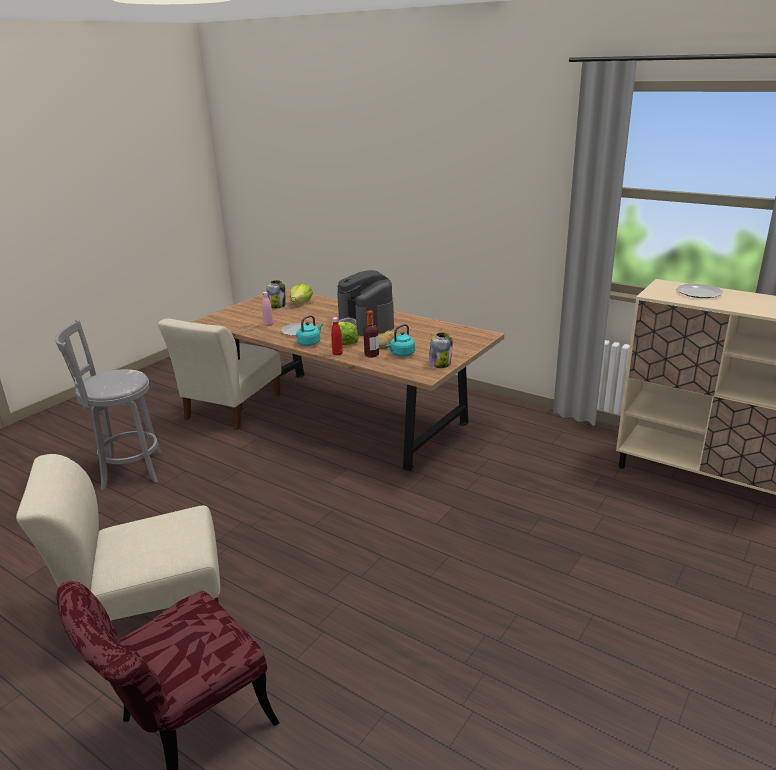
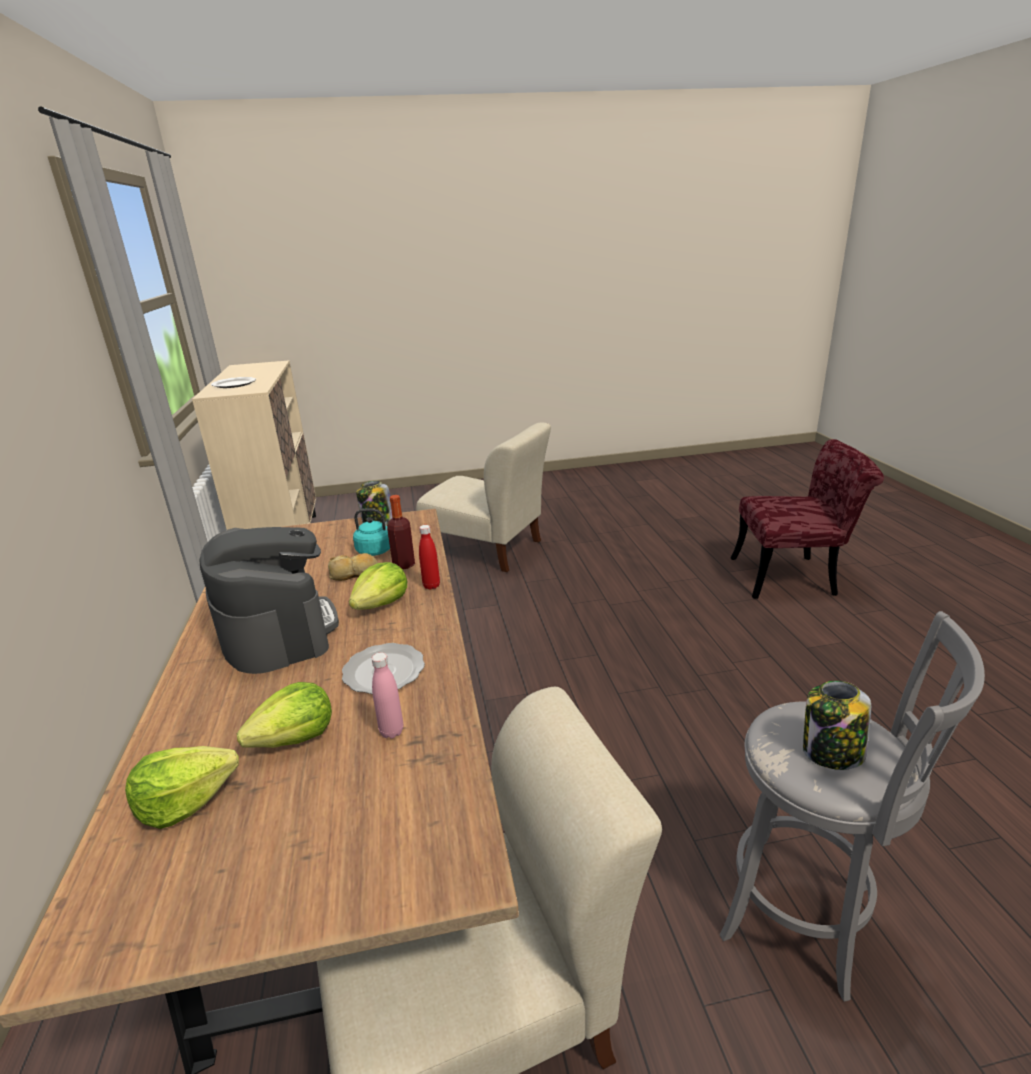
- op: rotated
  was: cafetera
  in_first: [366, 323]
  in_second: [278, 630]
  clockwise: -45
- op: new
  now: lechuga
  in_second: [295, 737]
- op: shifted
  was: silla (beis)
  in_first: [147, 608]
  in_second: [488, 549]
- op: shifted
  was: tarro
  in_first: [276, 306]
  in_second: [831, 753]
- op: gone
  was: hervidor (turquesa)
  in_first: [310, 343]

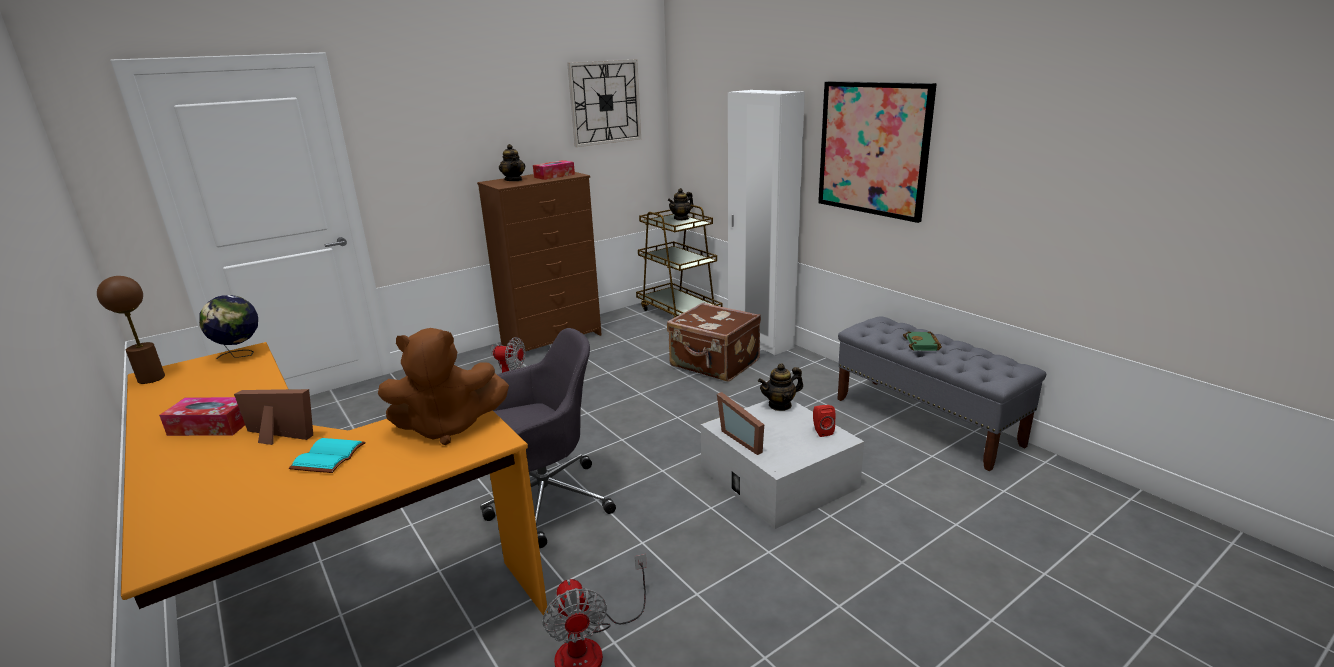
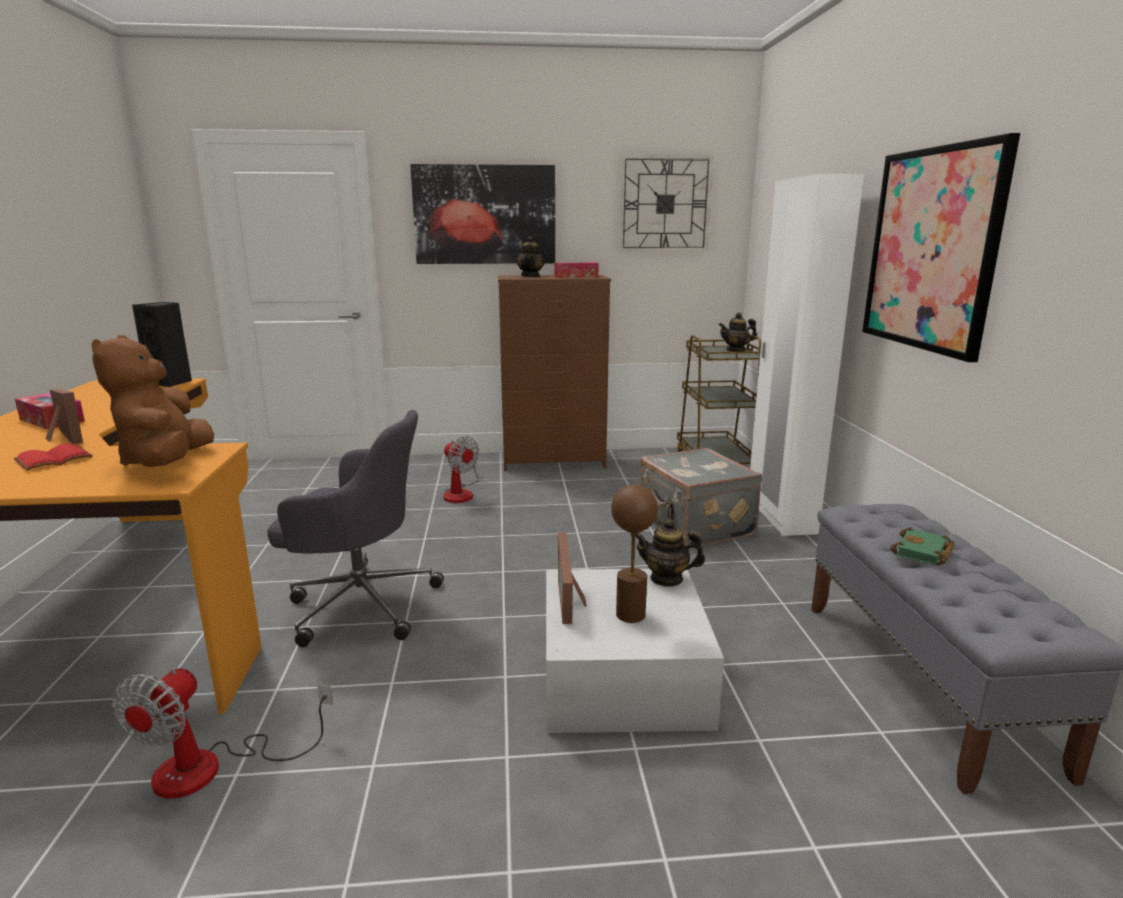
- op: repainted
  was: libro (turquesa)
  now: libro (rojo)
  in_first: [328, 456]
  in_second: [54, 459]
- op: rotated
  was: peluche (marrón)
  in_first: [447, 427]
  in_second: [167, 463]
  clockwise: 60
- op: swapped
  was: globo terráqueo
  now: altavoz (negro)
  in_first: [240, 355]
  in_second: [171, 383]
- op: new
  now: cuadro
  in_second: [485, 215]
- op: shifted
  was: lámpara de mesa (marrón)
  in_first: [151, 378]
  in_second: [630, 615]
- op: repainted
  was: maleta (marrón)
  now: maleta (gris)
  in_first: [714, 364]
  in_second: [694, 526]
- op: gone
  was: altavoz (rojo)
  in_first: [821, 431]

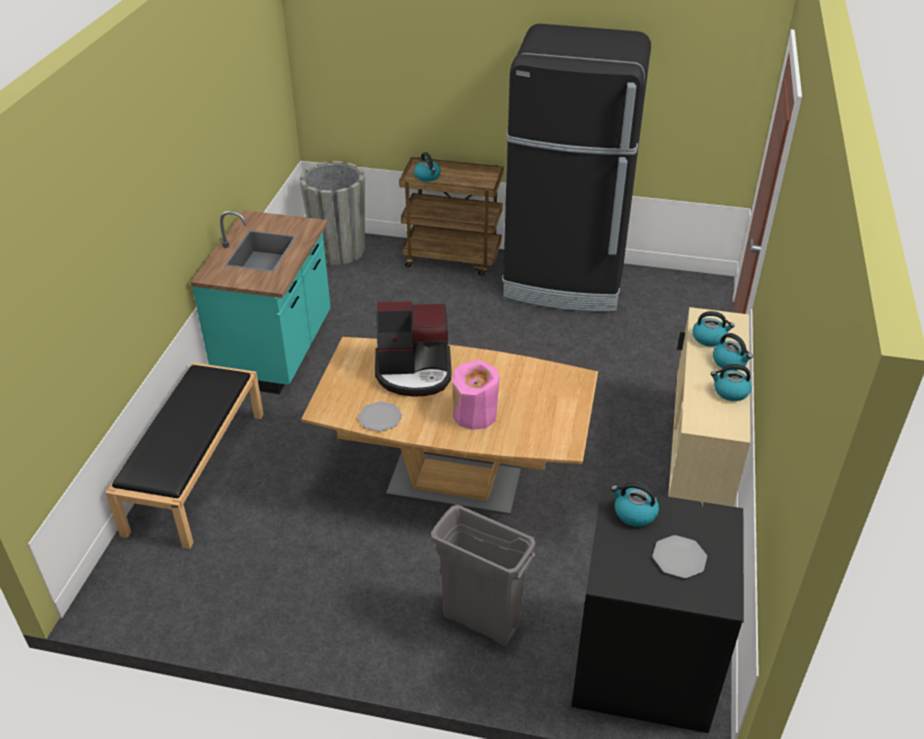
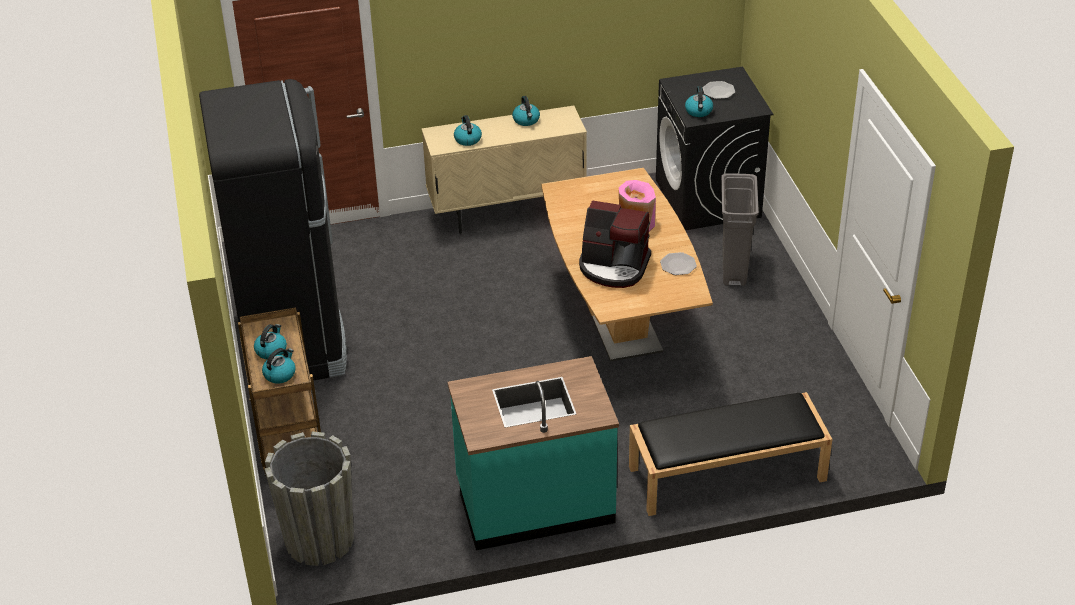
- op: shifted
  was: hervidor
  in_first: [730, 362]
  in_second: [271, 350]
- op: rotated
  was: cafetera
  in_first: [414, 372]
  in_second: [614, 267]
  clockwise: 135

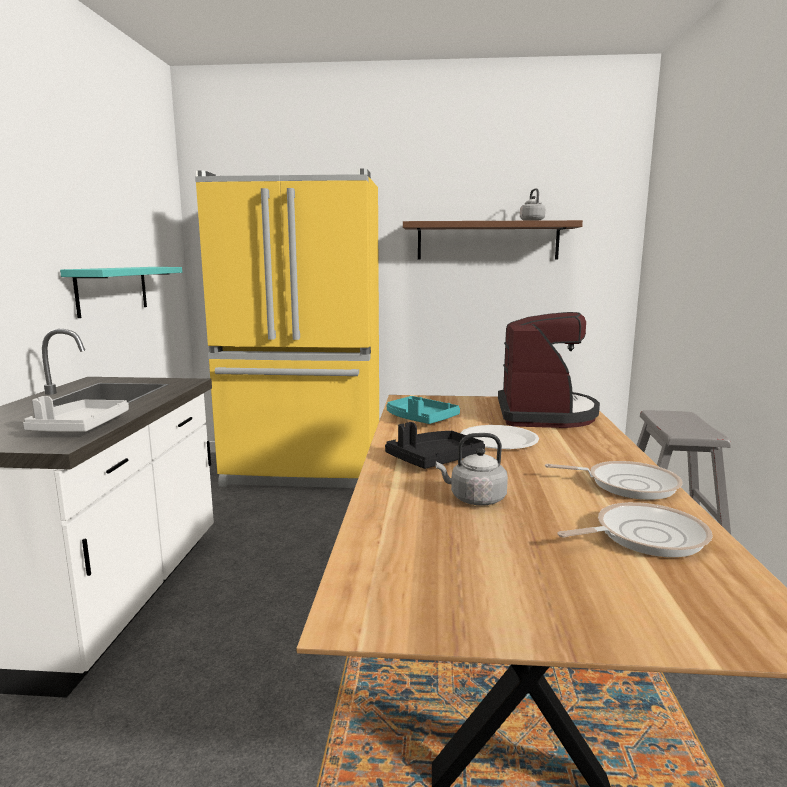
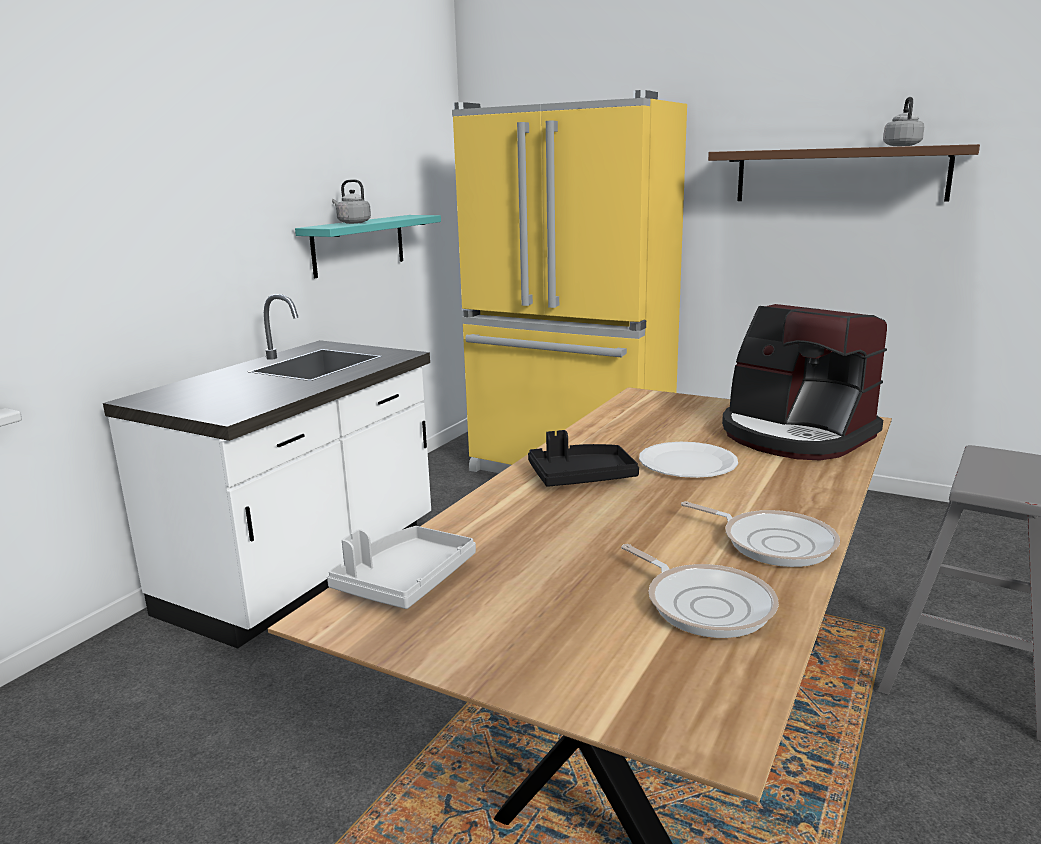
- op: shifted
  was: bandeja (gris)
  in_first: [80, 427]
  in_second: [404, 581]
- op: shifted
  was: hervidor (gris)
  in_first: [474, 499]
  in_second: [352, 223]
- op: rotated
  was: sartén
  in_first: [644, 536]
  in_second: [705, 604]
  clockwise: 45
- op: rotated
  was: cafetera
  in_first: [544, 414]
  in_second: [795, 435]
  clockwise: 105
- op: gone
  was: bandeja (turquesa)
  in_first: [420, 419]

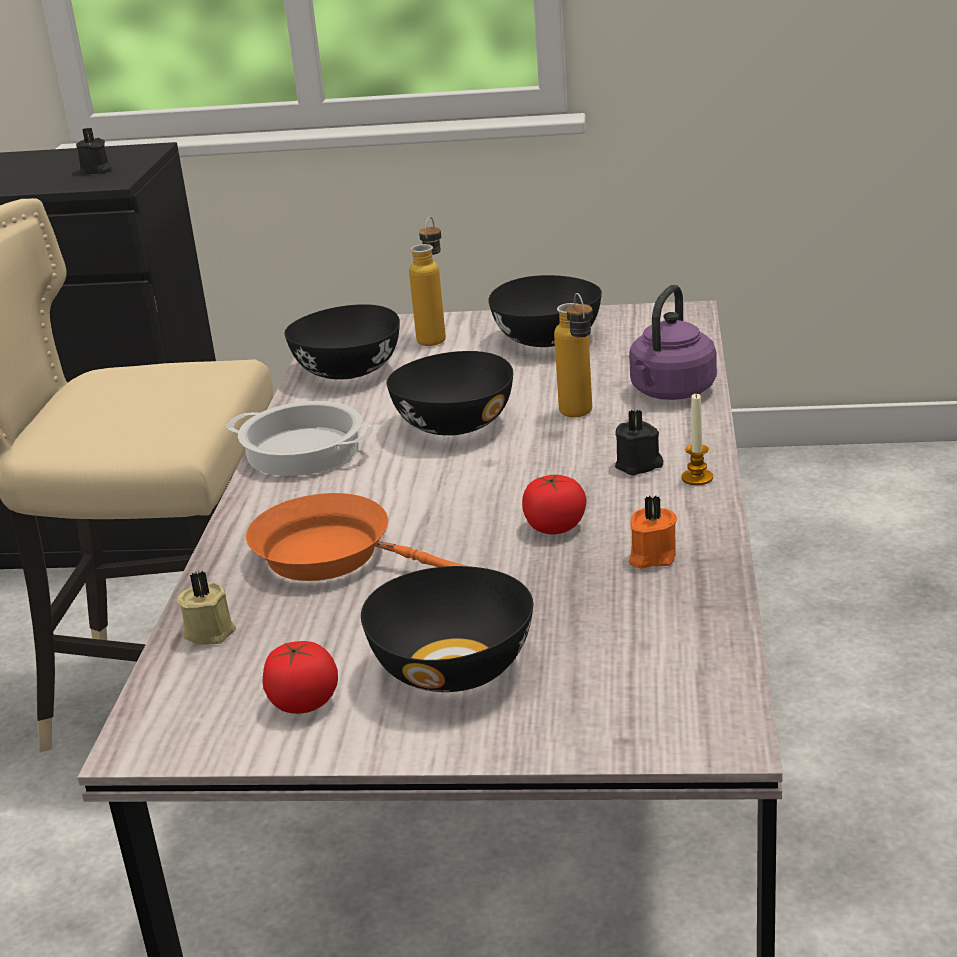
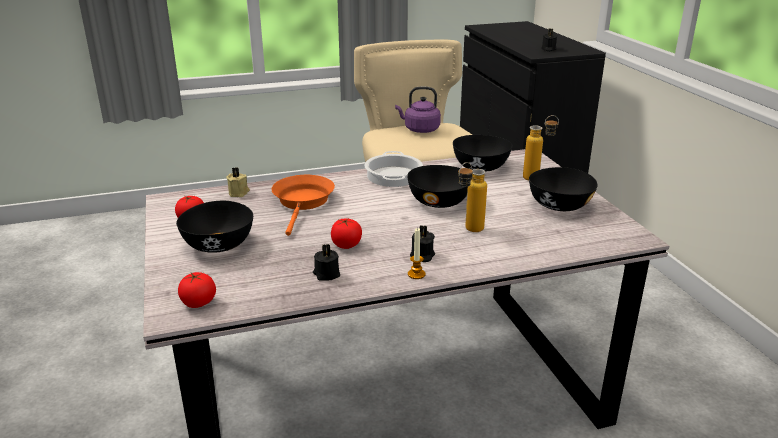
- op: new
  now: tomate
  in_second: [198, 303]
- op: repainted
  was: vela (naranja)
  now: vela (negro)
  in_first: [651, 557]
  in_second: [326, 274]
- op: shifted
  was: hervidor (morado)
  in_first: [671, 392]
  in_second: [420, 129]

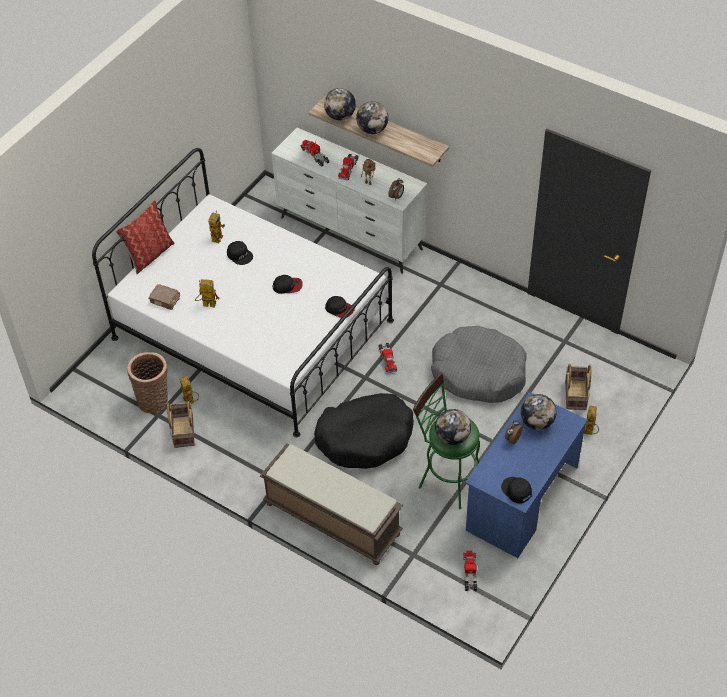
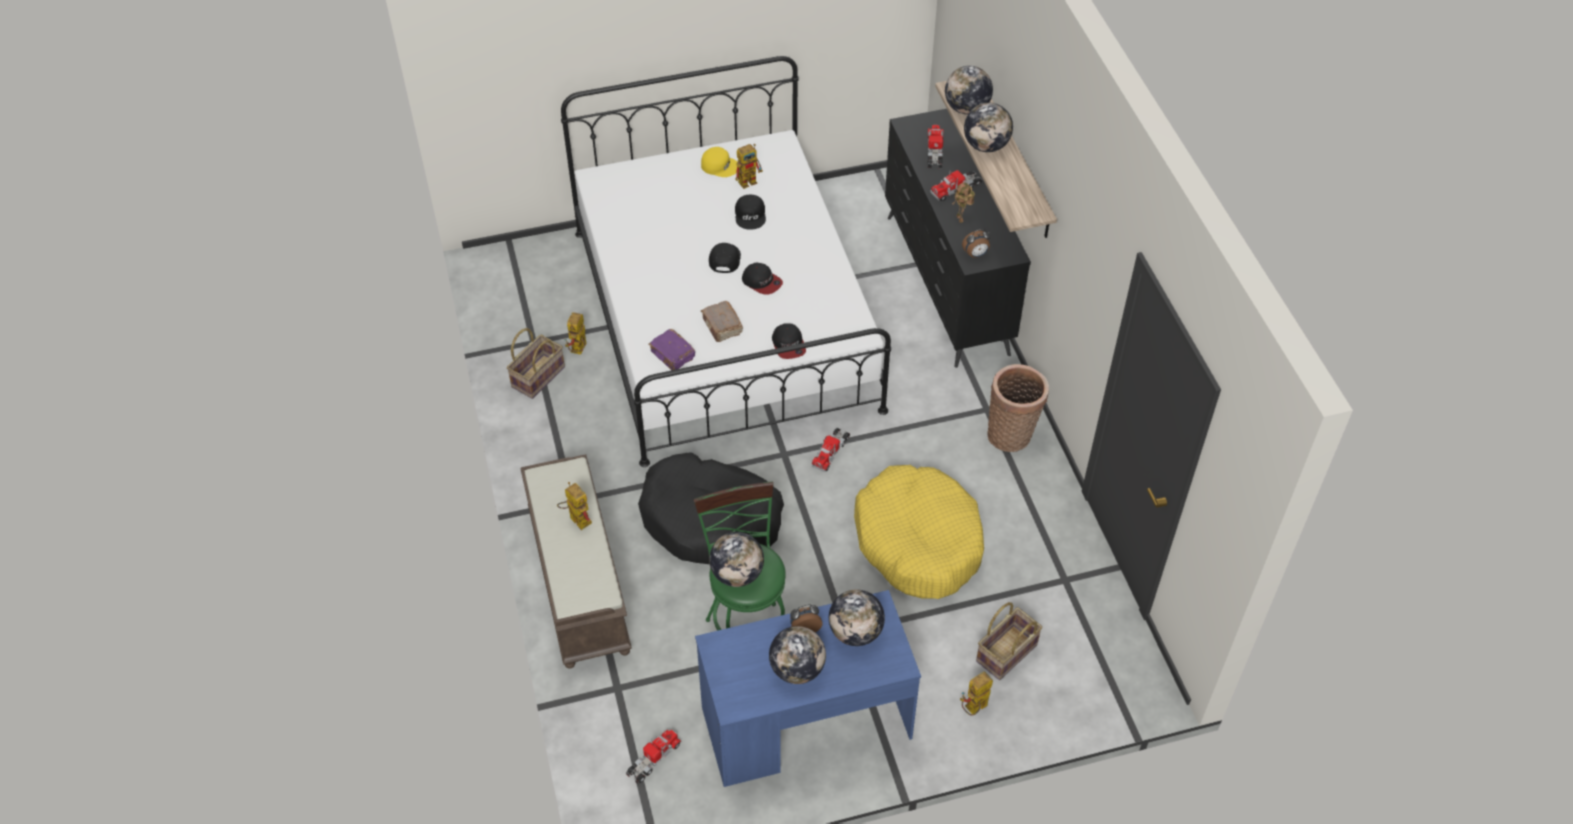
- op: shifted
  was: robot de juguete
  in_first: [206, 304]
  in_second: [576, 519]
- op: new
  now: libro (morado)
  in_second: [672, 355]
- op: new
  now: gorra (amarillo)
  in_second: [720, 165]
- op: shifted
  was: libro (marrón)
  in_first: [165, 300]
  in_second: [722, 327]
- op: shifted
  was: gorra (negro)
  in_first: [516, 490]
  in_second: [724, 259]
- op: new
  now: globo terráqueo
  in_second: [797, 669]
- op: repainted
  was: cama para perro (gris)
  now: cama para perro (amarillo)
  in_first: [478, 372]
  in_second: [918, 541]
- op: repainted
  was: cómoda (blanco)
  now: cómoda (negro)
  in_first: [351, 234]
  in_second: [946, 285]
- op: shifted
  was: cesta
  in_first: [154, 399]
  in_second: [1012, 434]
- op: gone
  was: cojín
  in_first: [149, 254]

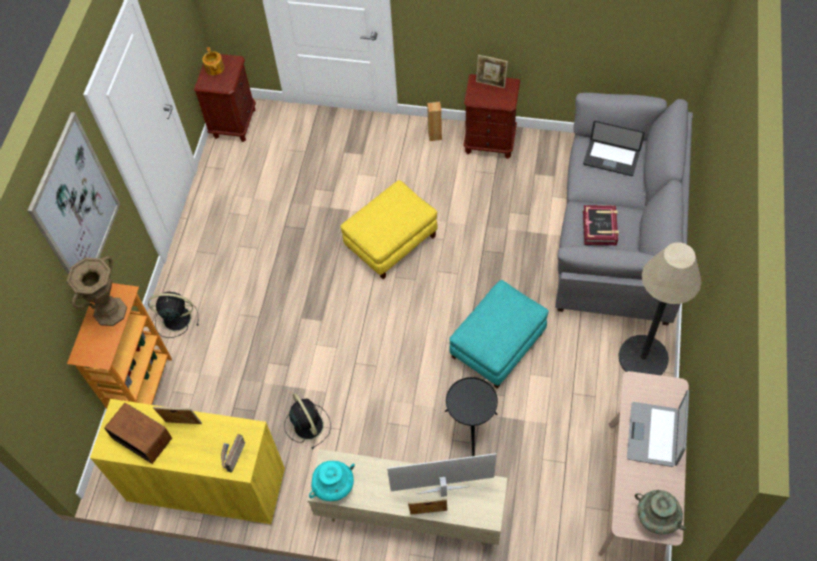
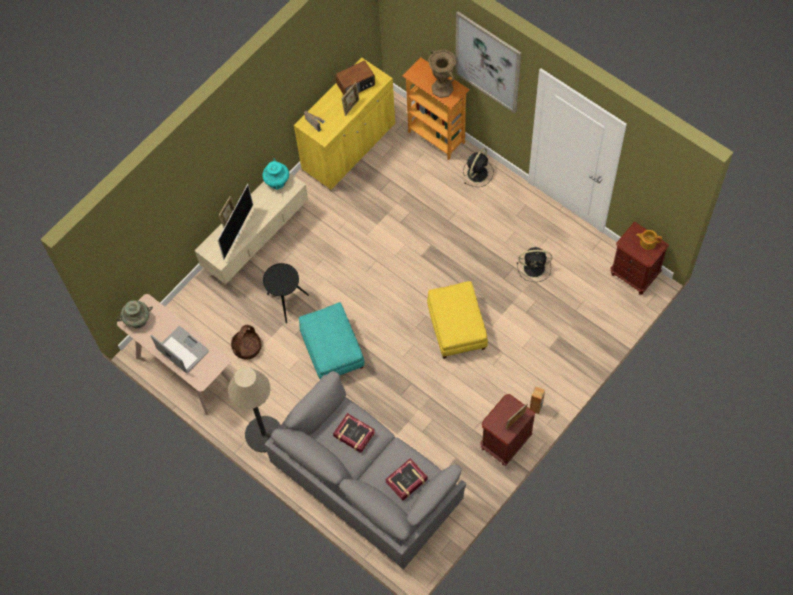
- op: new
  now: cesta
  in_second: [247, 347]
- op: swapped
  was: portátil
  now: libro
  in_first: [611, 159]
  in_second: [406, 481]
- op: shifted
  was: ventilador (negro)
  in_first: [307, 424]
  in_second: [535, 268]

